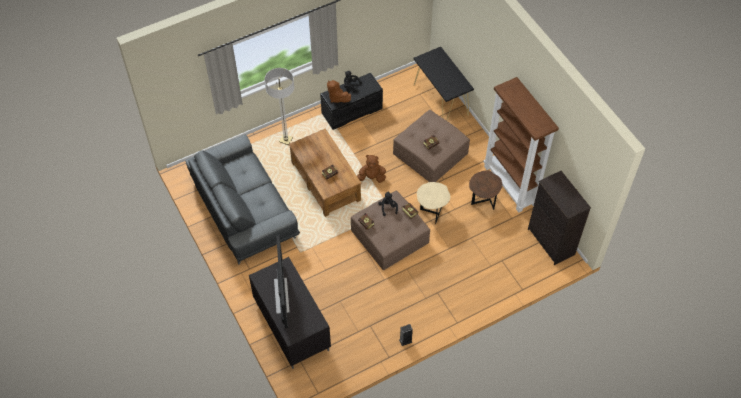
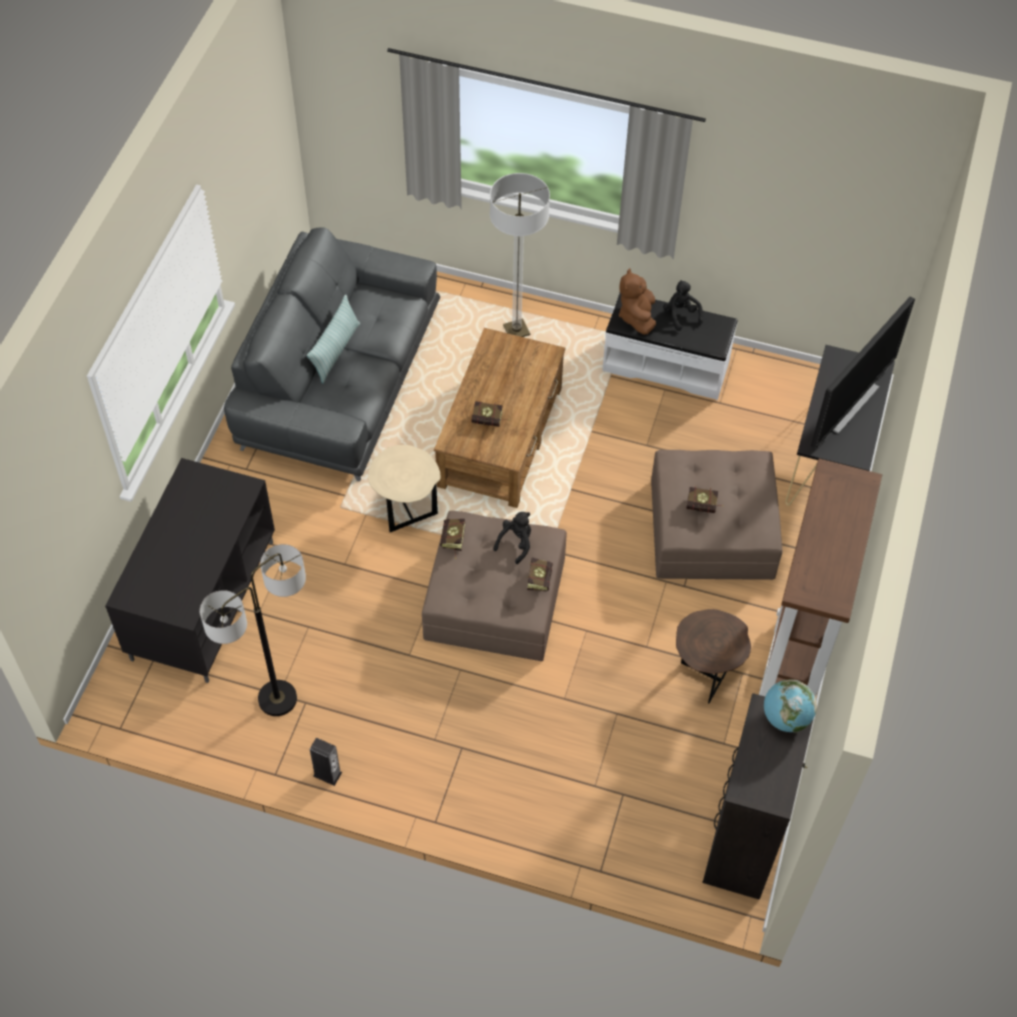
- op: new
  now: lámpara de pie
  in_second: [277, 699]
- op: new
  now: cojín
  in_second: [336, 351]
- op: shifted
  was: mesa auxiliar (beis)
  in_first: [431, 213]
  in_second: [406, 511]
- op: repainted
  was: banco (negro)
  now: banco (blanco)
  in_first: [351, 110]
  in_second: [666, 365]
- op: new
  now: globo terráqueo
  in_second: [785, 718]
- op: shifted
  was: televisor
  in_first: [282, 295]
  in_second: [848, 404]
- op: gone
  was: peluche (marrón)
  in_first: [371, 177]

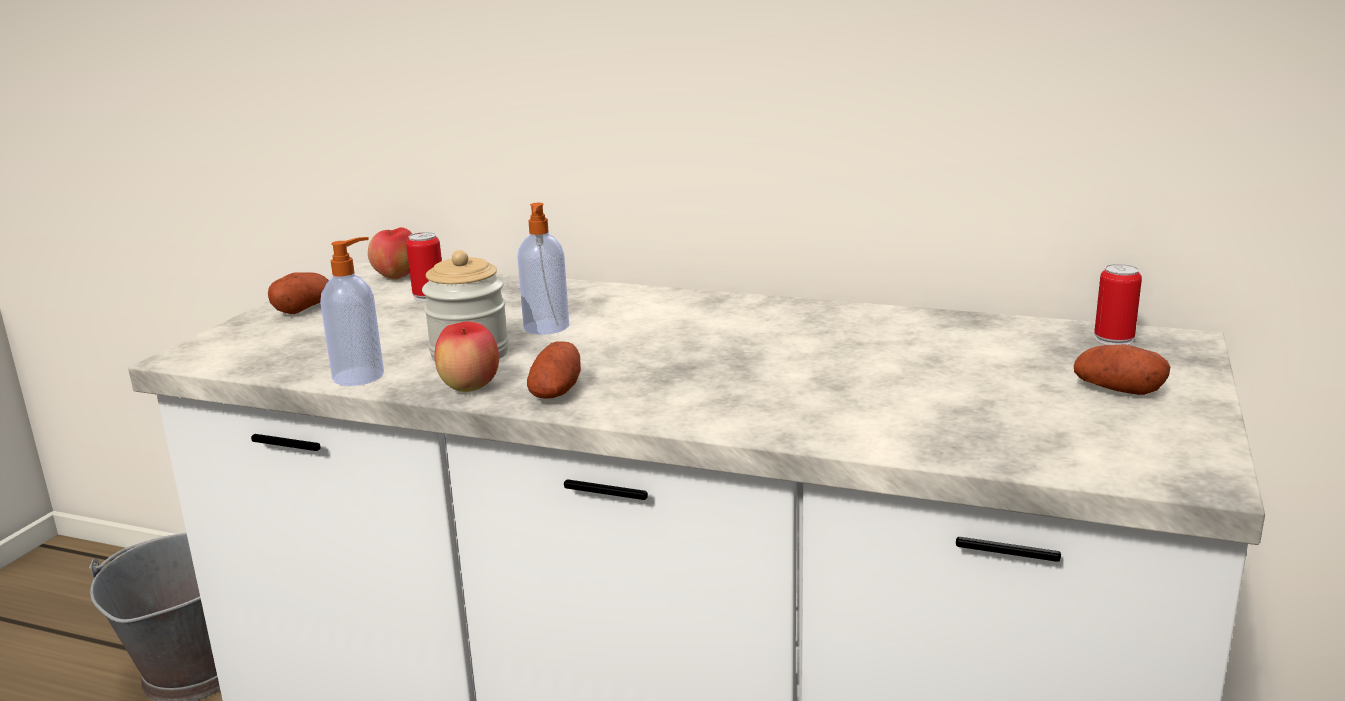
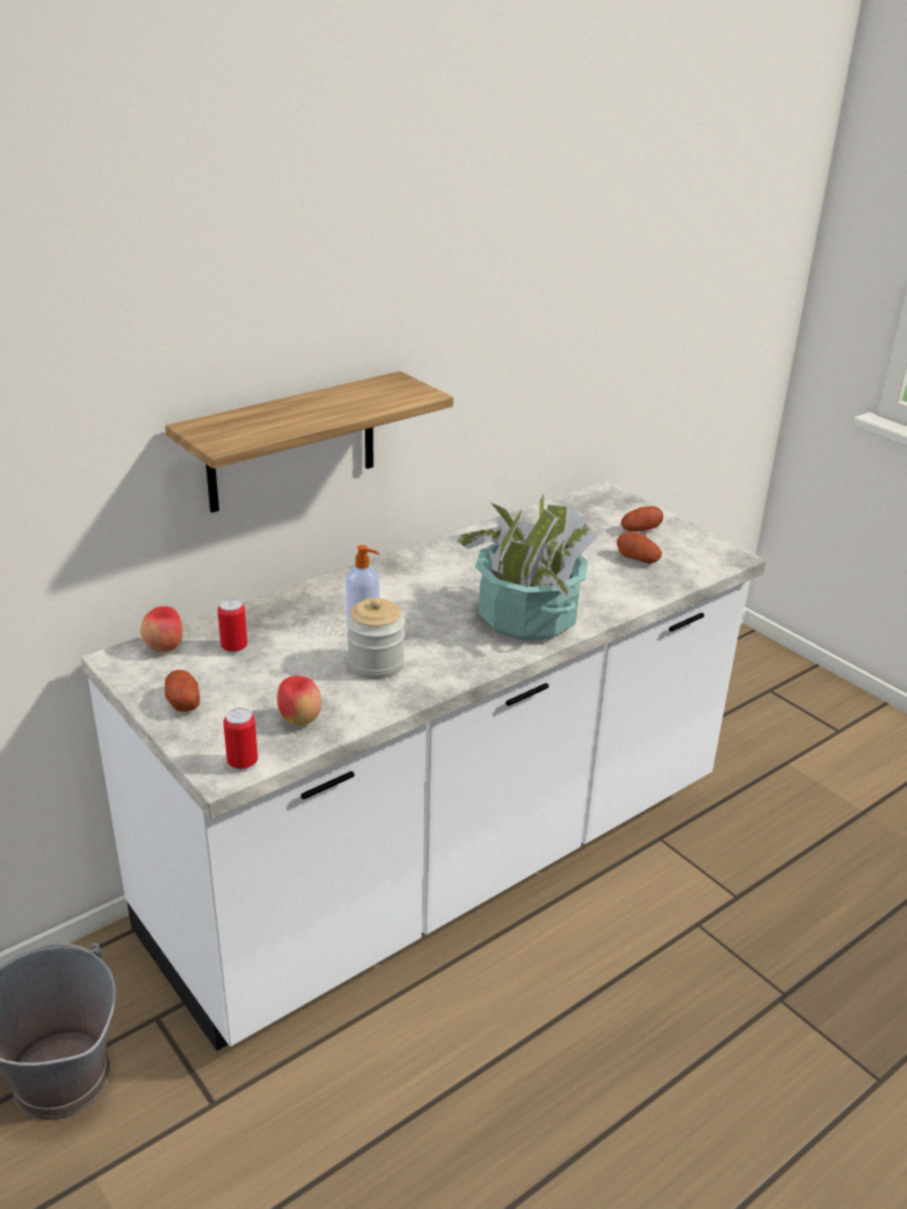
- op: new
  now: estante
  in_second: [292, 442]
- op: shifted
  was: lata
  in_first: [1113, 340]
  in_second: [242, 763]
- op: shifted
  was: manzana
  in_first: [469, 388]
  in_second: [300, 721]
- op: new
  now: planta en maceta
  in_second: [528, 618]
- op: shifted
  was: patata
  in_first: [556, 391]
  in_second: [638, 559]
- op: gone
  was: dispensador de jabón
  in_first: [360, 376]

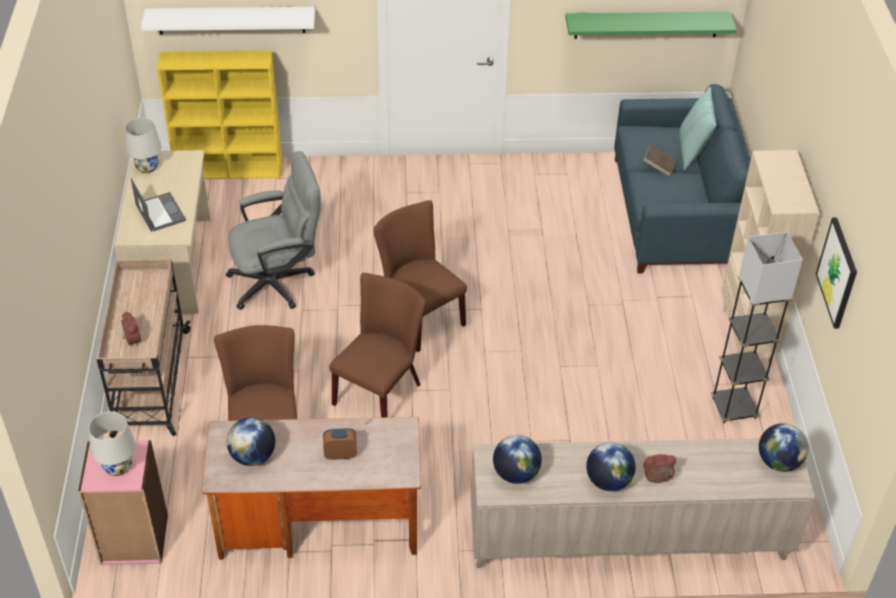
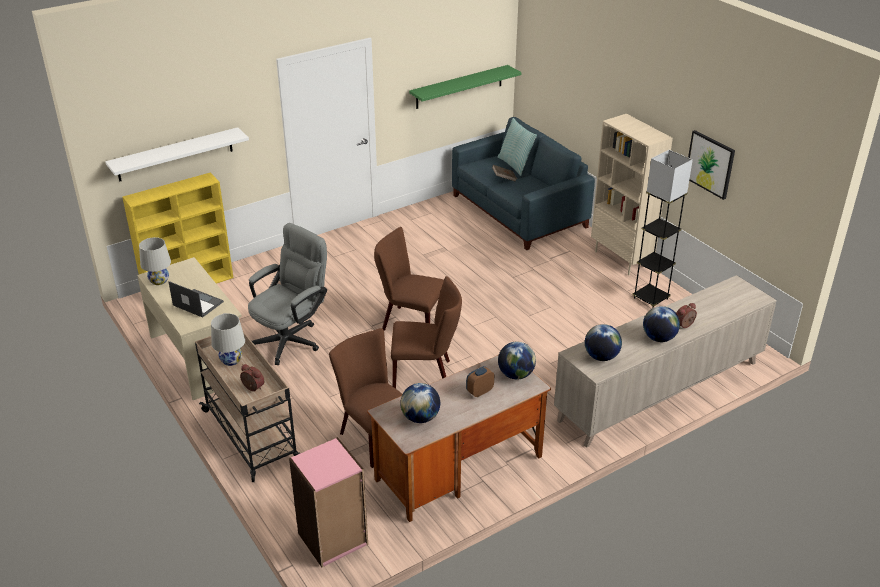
- op: shifted
  was: lámpara de mesa (blanco)
  in_first: [118, 467]
  in_second: [231, 360]
- op: rotated
  was: silla (marrón)
  in_first: [381, 391]
  in_second: [426, 374]
  clockwise: 90
- op: shifted
  was: globo terráqueo
  in_first: [778, 462]
  in_second: [516, 375]

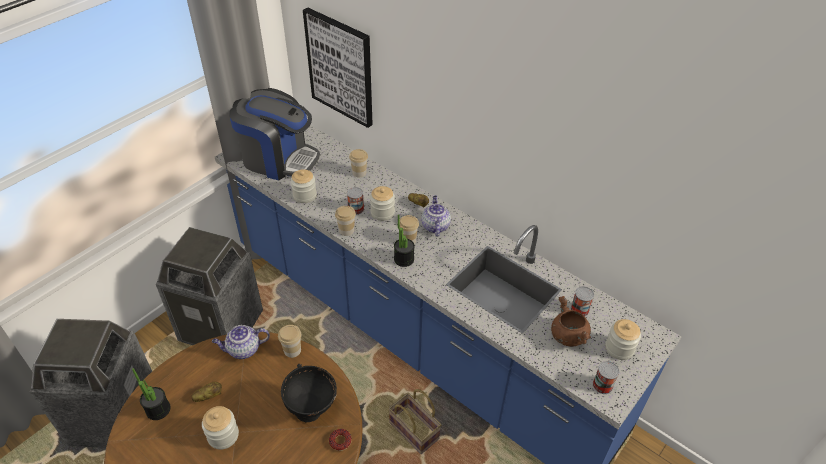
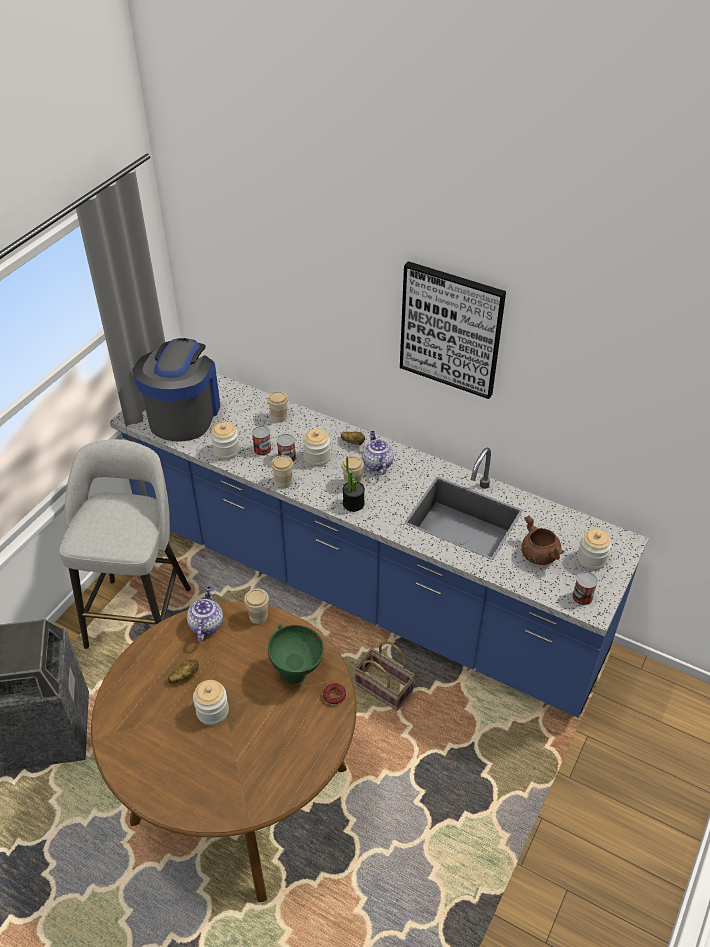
- op: swapped
  was: papelera
  now: taburete (gris)
  in_first: [222, 327]
  in_second: [140, 614]
- op: rotated
  was: cafetera
  in_first: [278, 159]
  in_second: [184, 414]
  clockwise: -90
- op: rotated
  was: tetera
  in_first: [243, 350]
  in_second: [206, 624]
  clockwise: 120
- op: shifted
  was: lata
  in_first: [579, 309]
  in_second: [262, 449]
- op: repainted
  was: cuenco (negro)
  now: cuenco (verde)
  in_first: [312, 410]
  in_second: [296, 672]
- op: shifted
  was: cuadro
  in_first: [341, 67]
  in_second: [451, 329]
- op: gone
  was: planta en maceta
  in_first: [158, 409]

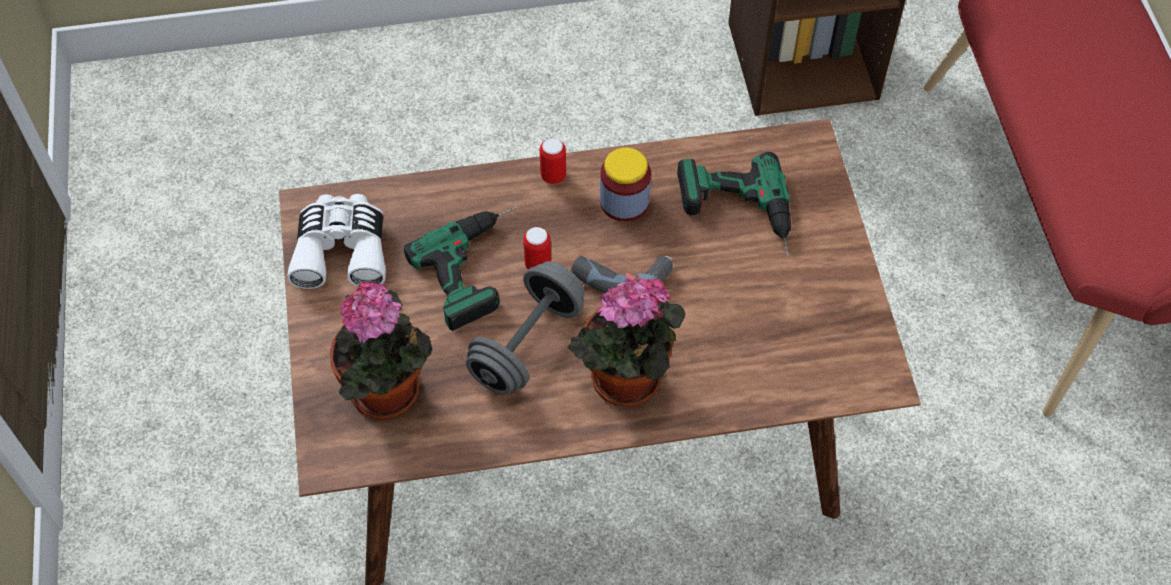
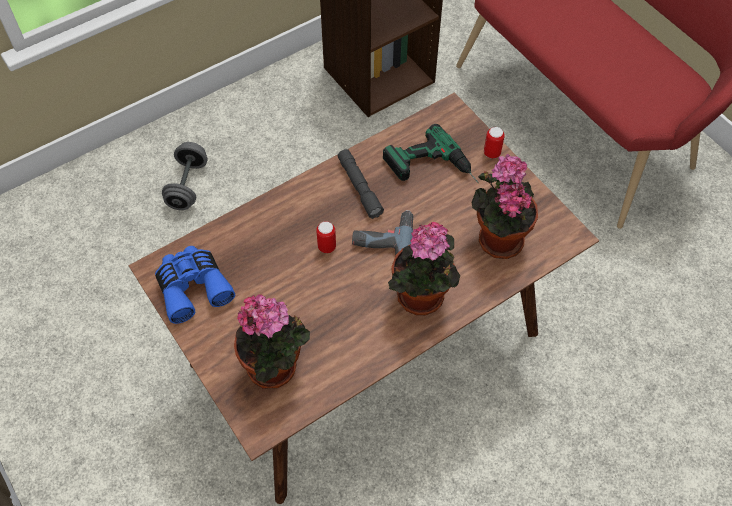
- op: repainted
  was: prismáticos (blanco)
  now: prismáticos (azul)
  in_first: [342, 249]
  in_second: [193, 287]
- op: shifted
  was: mancuerna (gris)
  in_first: [527, 344]
  in_second: [187, 185]
- op: swapped
  was: tarro
  now: linterna (gris)
  in_first: [624, 202]
  in_second: [359, 187]
- op: new
  now: planta en maceta
  in_second: [497, 237]
- op: shifted
  was: lata
  in_first: [553, 176]
  in_second: [492, 153]
- op: gone
  was: taladro
  in_first: [481, 266]

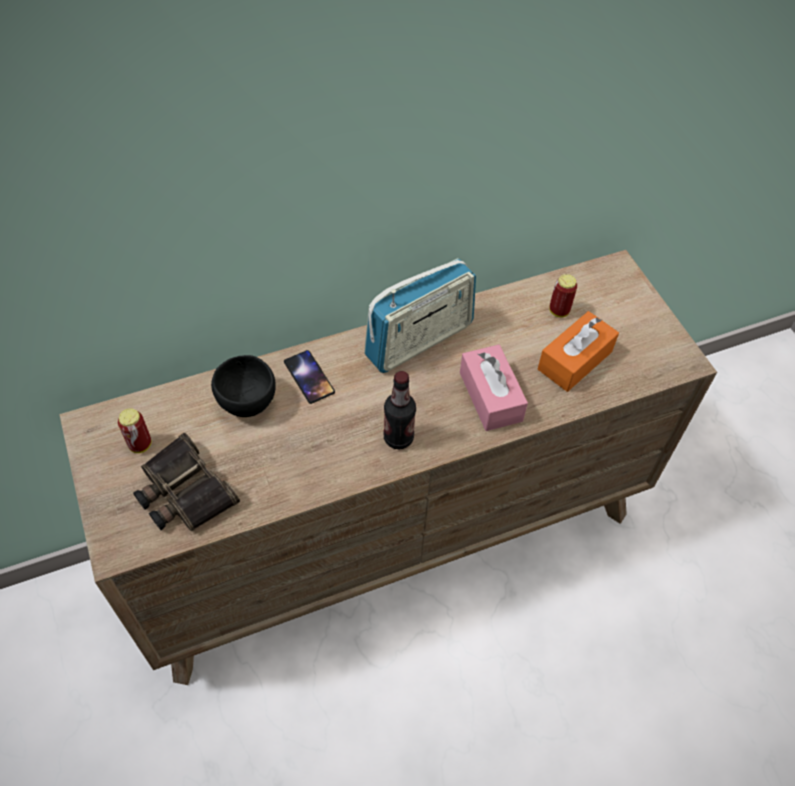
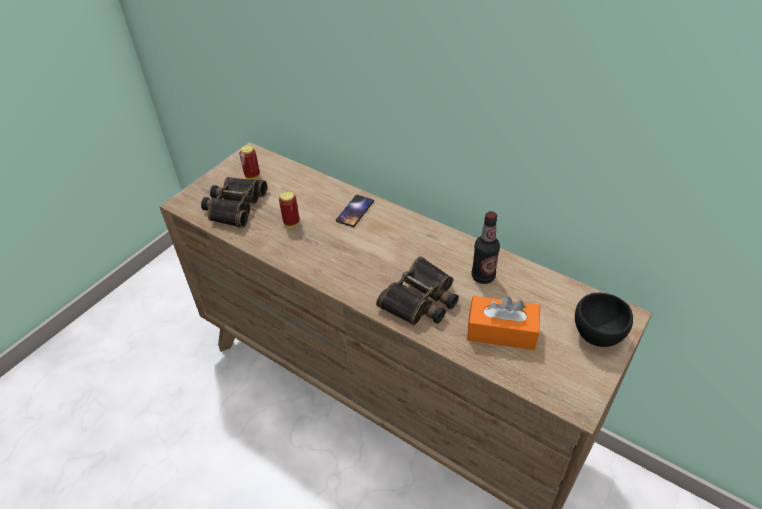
- op: shifted
  was: lata
  in_first: [559, 311]
  in_second: [291, 223]
- op: swapped
  was: caja de pañuelos (rosa)
  now: prismáticos
  in_first: [490, 396]
  in_second: [421, 300]
- op: shifted
  was: botella
  in_first: [398, 438]
  in_second: [483, 276]
- op: shifted
  was: cuenco (negro)
  in_first: [248, 400]
  in_second: [598, 334]
- op: gone
  was: radio
  in_first: [419, 340]

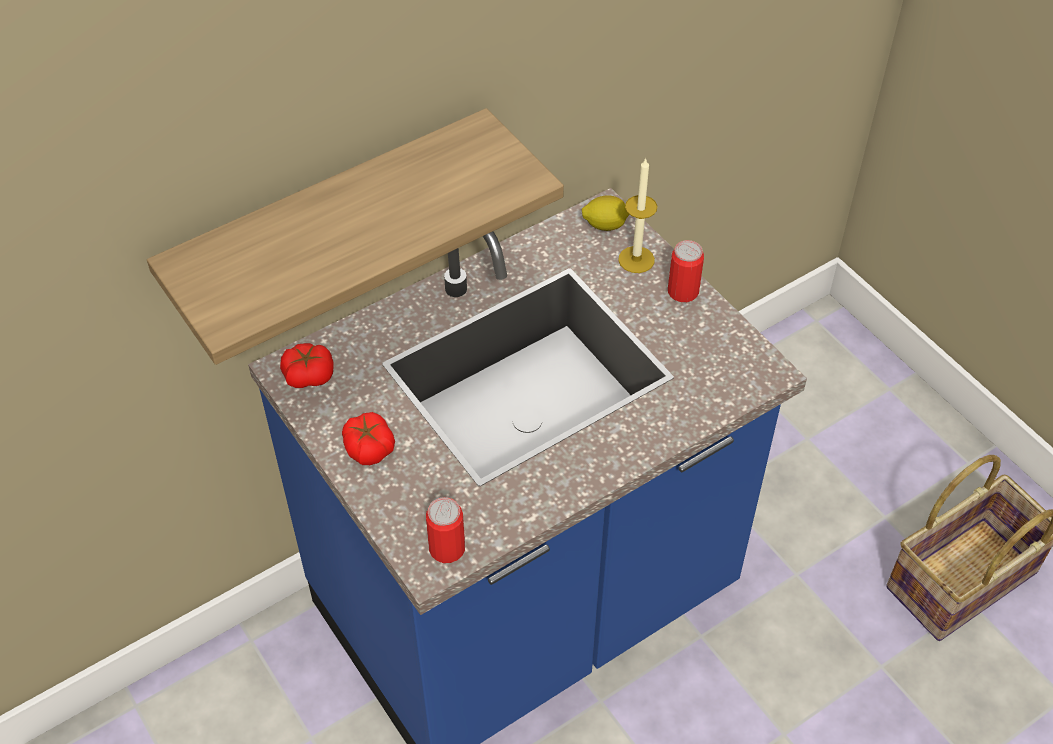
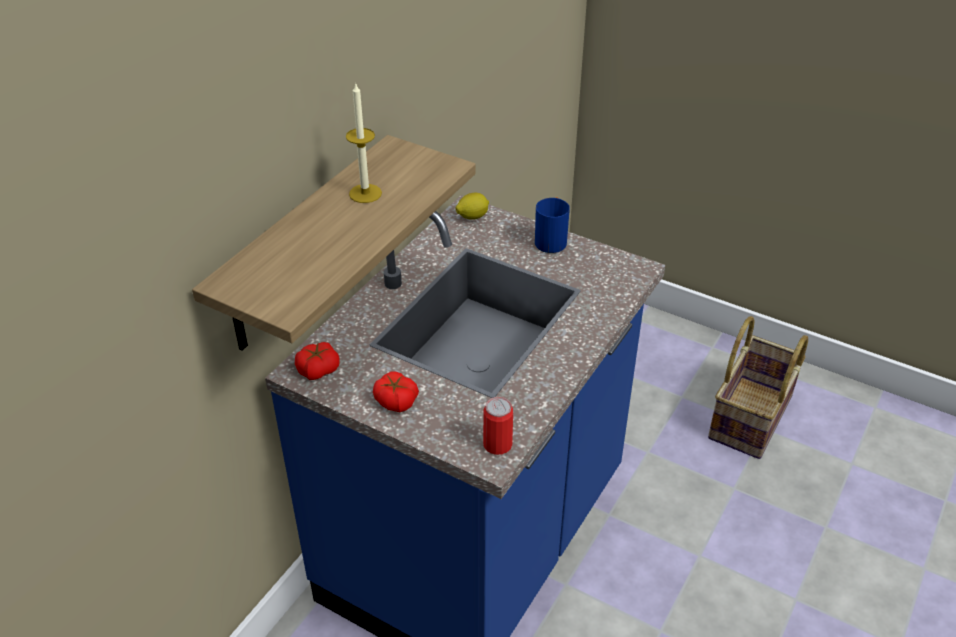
- op: shifted
  was: vela
  in_first: [636, 259]
  in_second: [365, 193]
- op: swapped
  was: lata
  now: taza grande (azul)
  in_first: [683, 291]
  in_second: [551, 240]

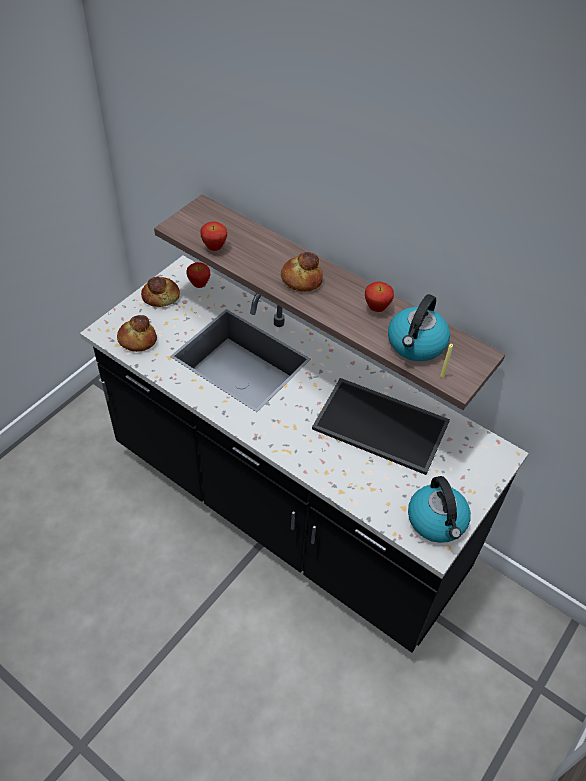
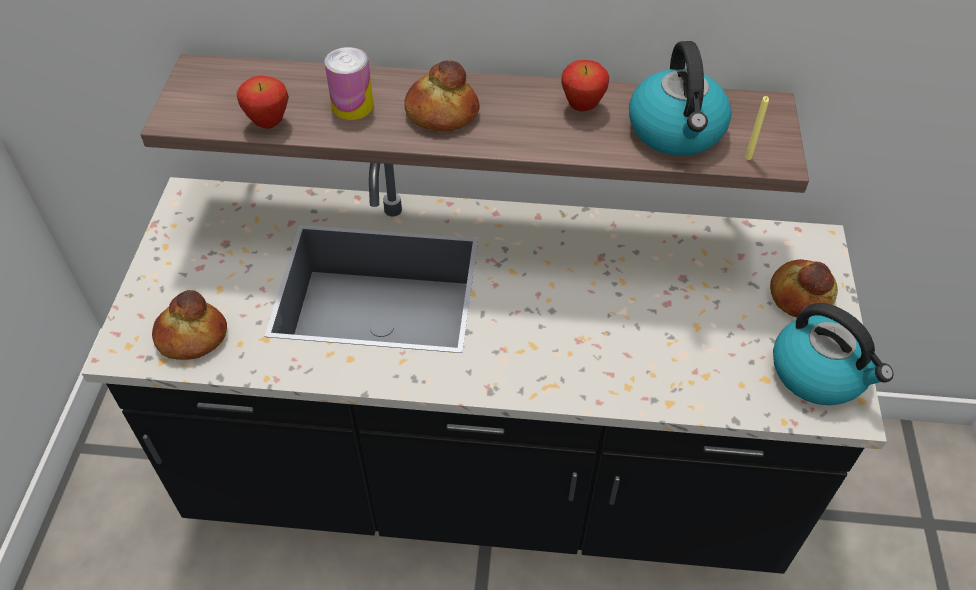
- op: new
  now: lata
  in_second: [352, 106]
- op: shifted
  was: pan
  in_first: [161, 296]
  in_second: [800, 295]
- op: gone
  was: manzana
  in_first: [199, 285]
- op: gone
  was: bandeja
  in_first: [382, 424]

